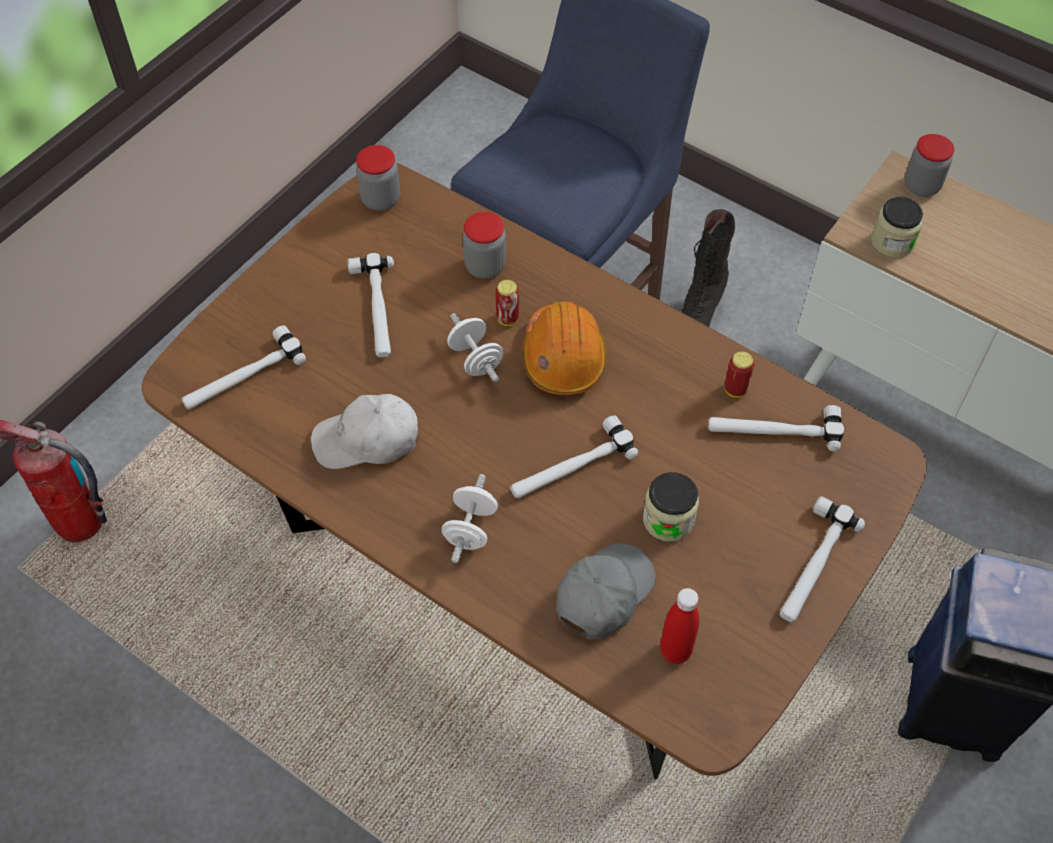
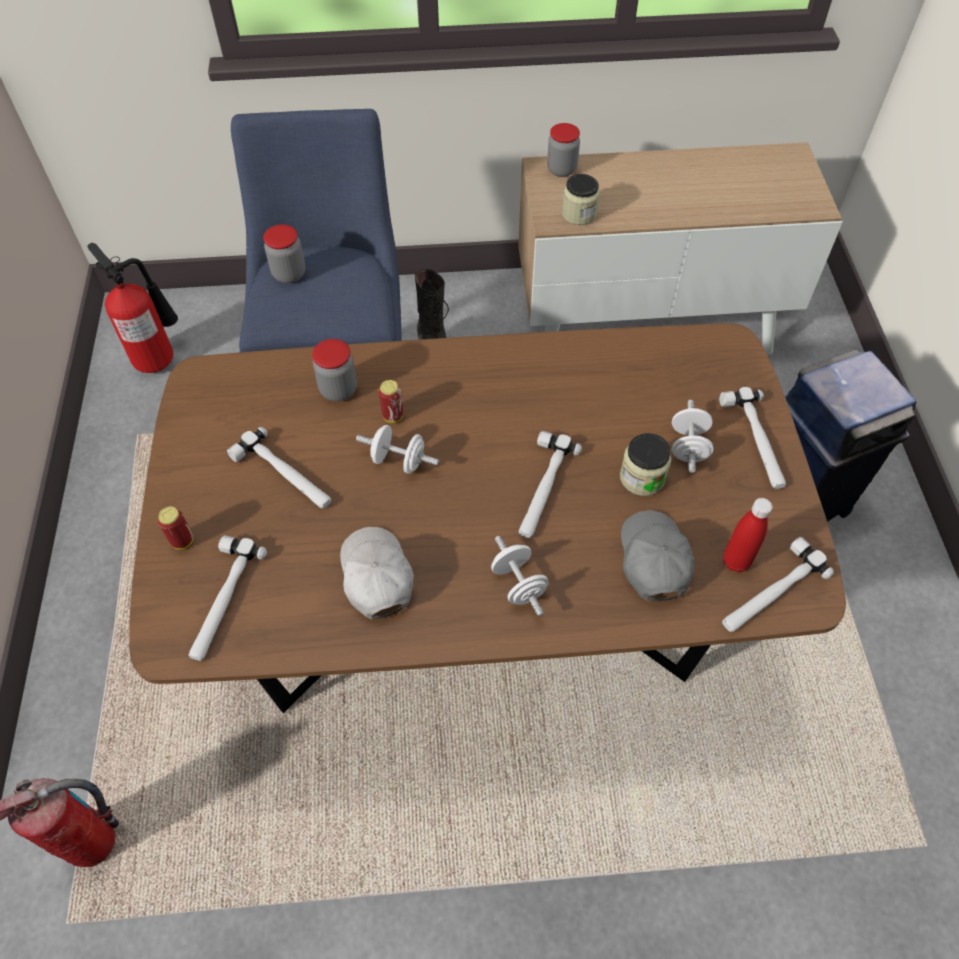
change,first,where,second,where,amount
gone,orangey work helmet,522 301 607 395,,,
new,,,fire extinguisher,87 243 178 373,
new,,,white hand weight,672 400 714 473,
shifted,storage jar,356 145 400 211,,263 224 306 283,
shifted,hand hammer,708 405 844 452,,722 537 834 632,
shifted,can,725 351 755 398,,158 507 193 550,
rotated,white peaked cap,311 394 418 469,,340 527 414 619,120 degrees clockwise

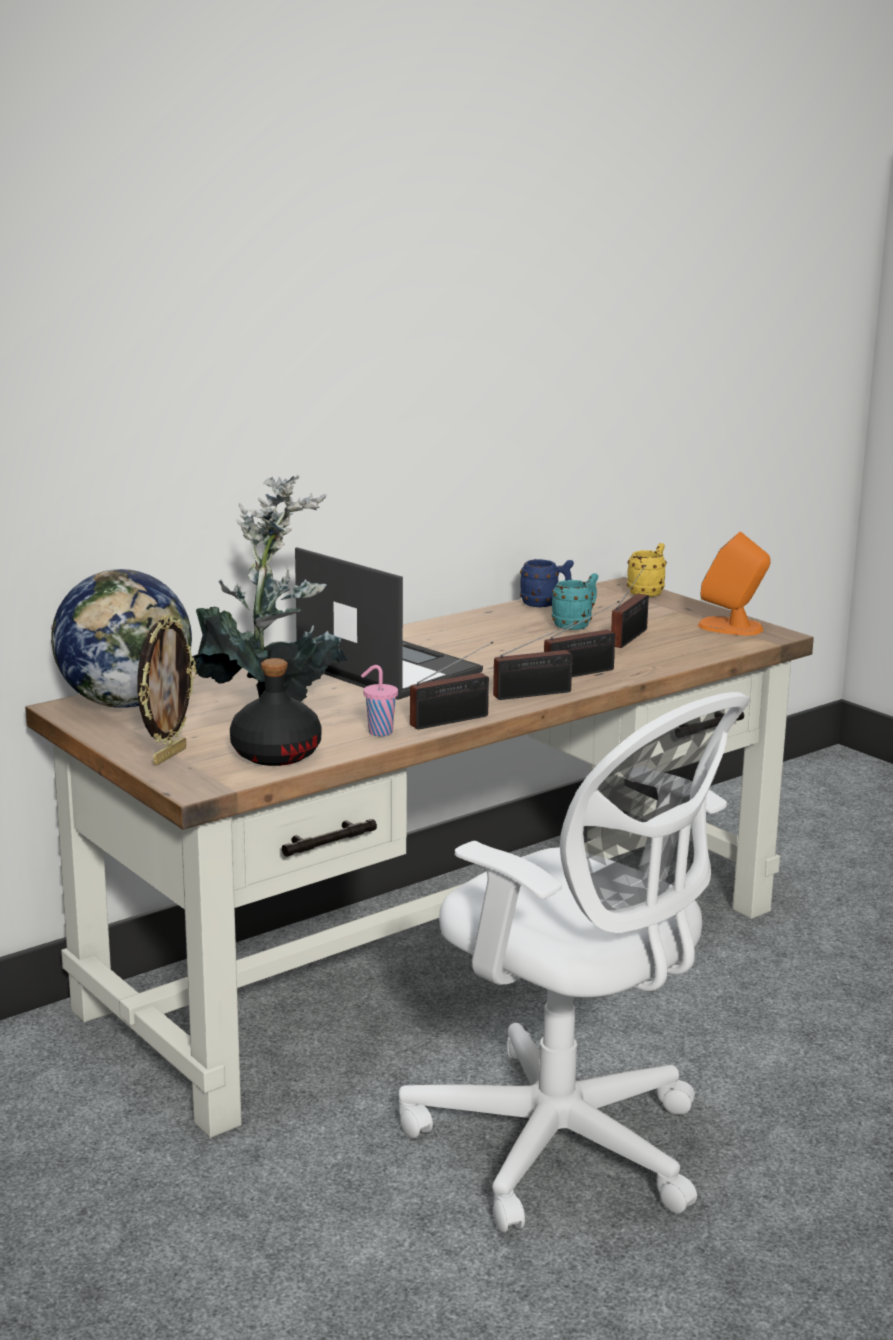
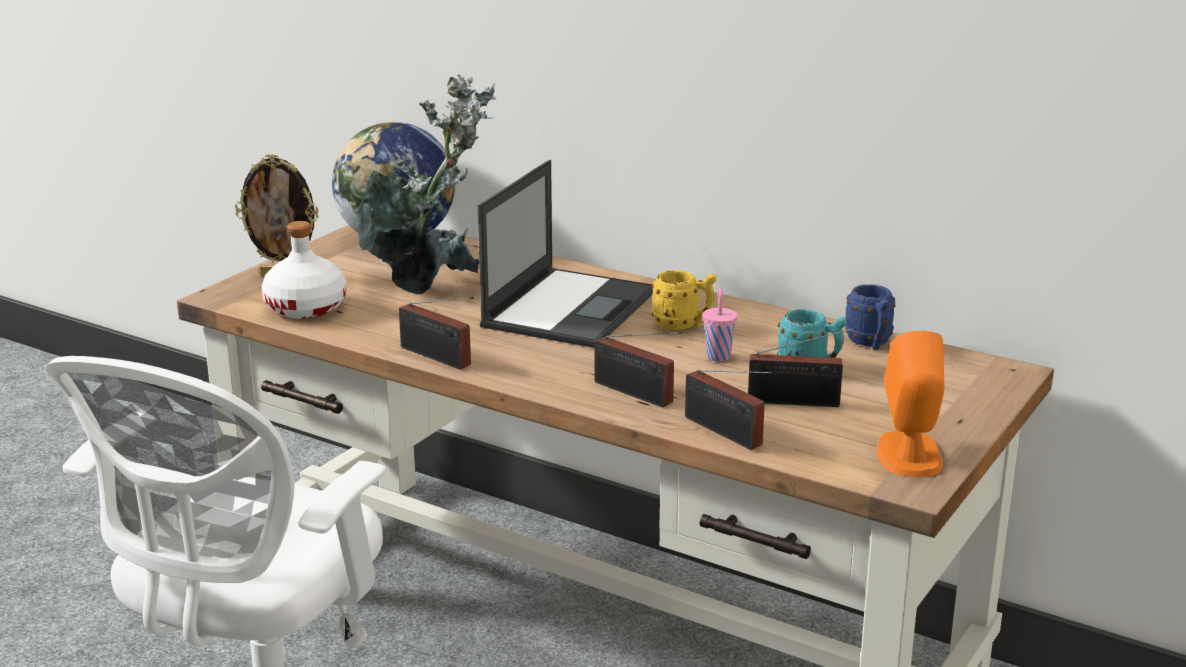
change,first,where,second,where,amount
shifted,pinkish small cup,361 665 398 736,,702 288 738 361,
shifted,radio set,493 621 579 700,,685 370 773 450,
shifted,yellow-coloured coffee mug,627 543 667 597,,651 270 717 330,
repainted,blackish drink bottle,230 658 322 766,white drink bottle,262 221 346 319,

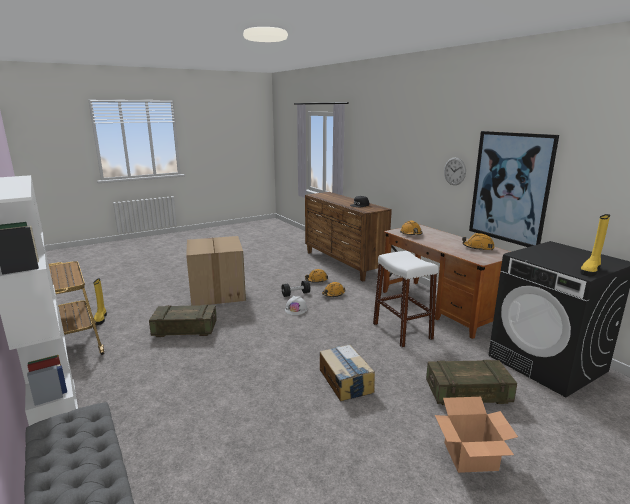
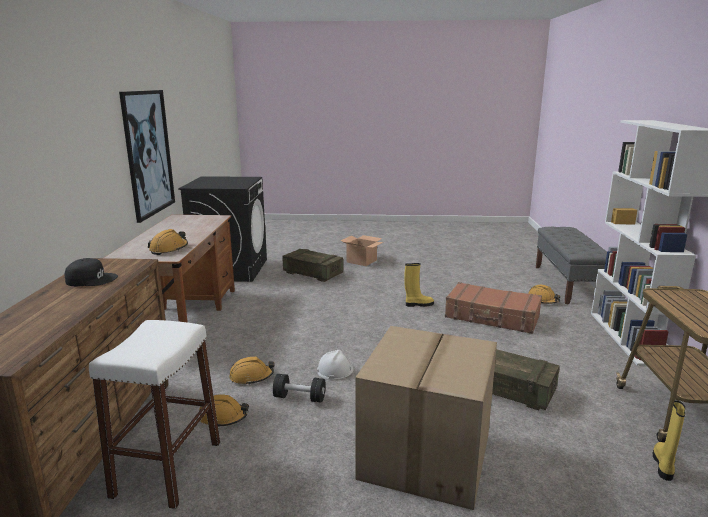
change,first,where,second,where,amount
gone,carton,320 345 375 401,,,
gone,clock on the wall,444 157 466 185,,,
new,,,brown suitcase,445 282 542 334,
shifted,white sitting stool,373 251 438 347,,89 320 220 509,
shifted,orangey work helmet,462 233 494 251,,528 285 560 304,
shifted,yellow-coloured tall boot,580 214 610 276,,404 263 434 307,

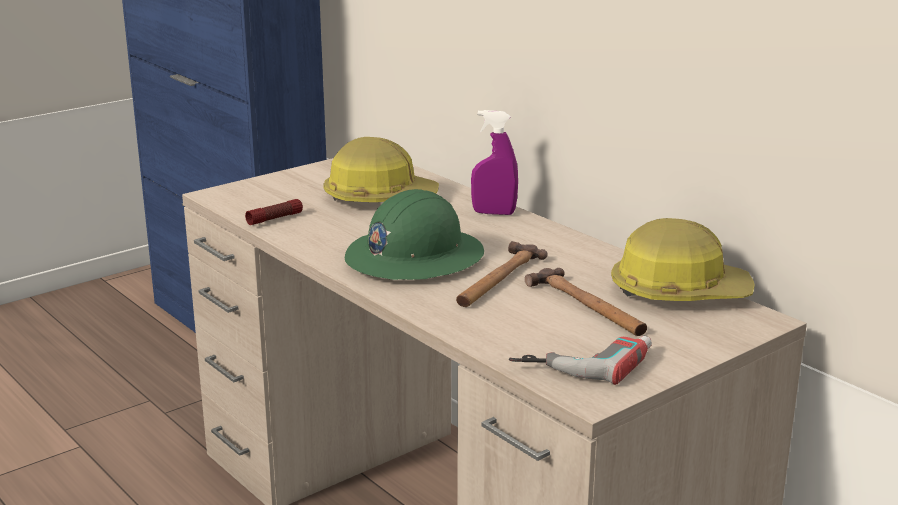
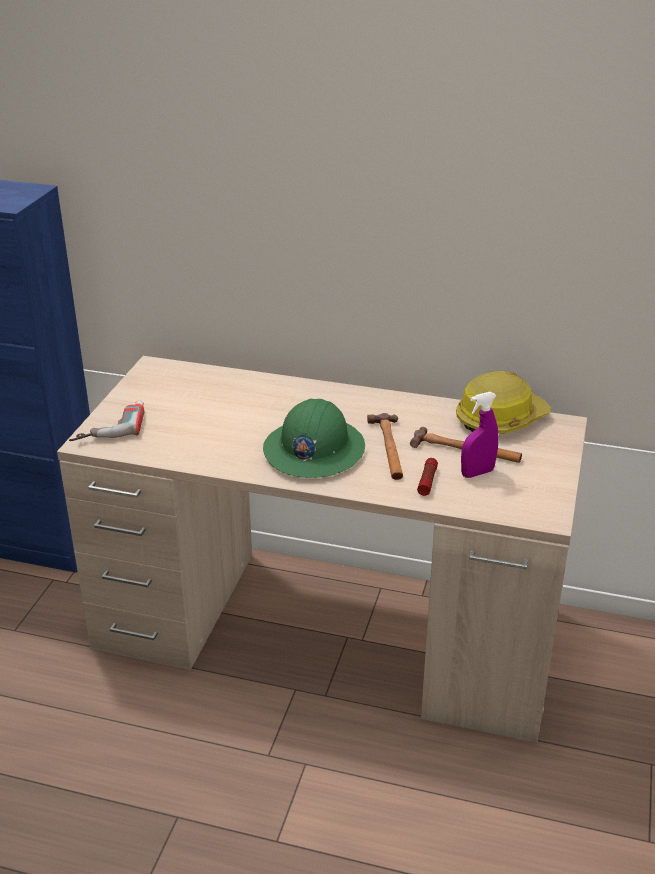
change,first,where,second,where,amount
gone,work helmet,323 137 439 202,,,
shifted,hand torch,245 199 303 225,,417 458 438 496,
shifted,purple hand sprayer,471 110 518 215,,461 392 498 478,
shifted,power drill,509 336 652 385,,69 400 144 441,

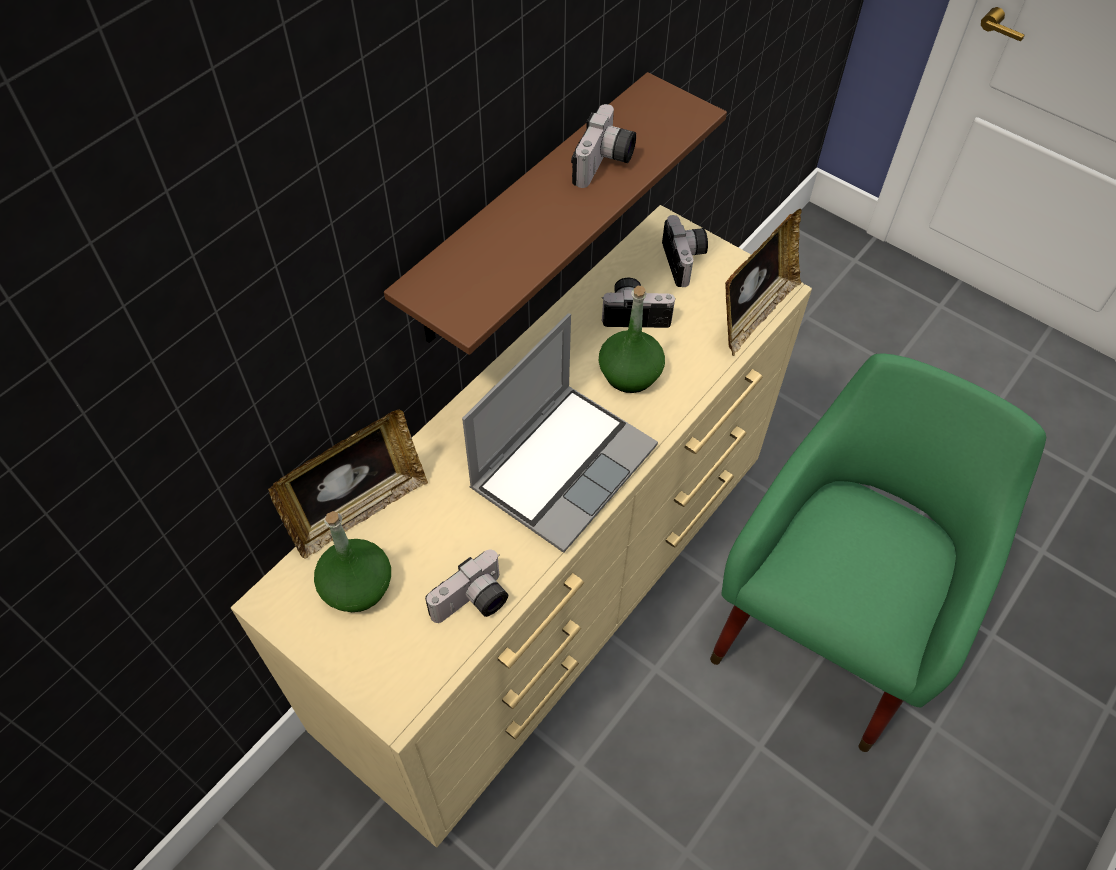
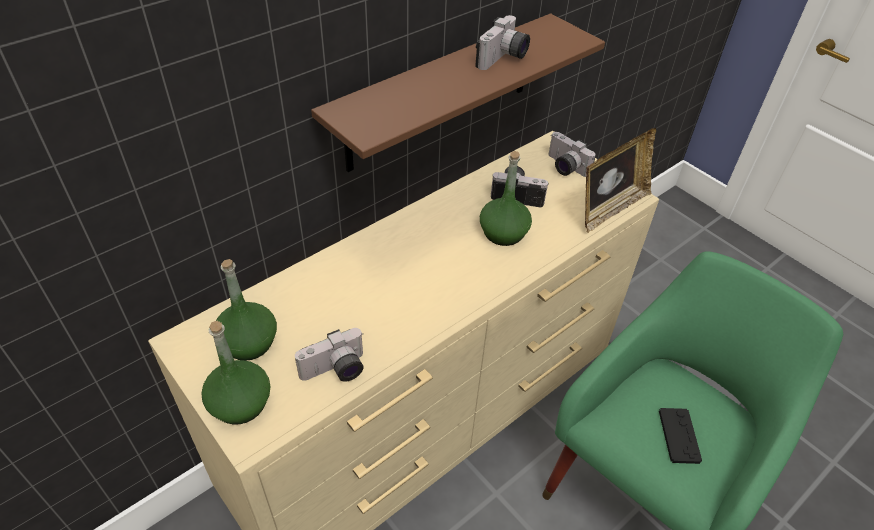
change,first,where,second,where,amount
gone,photo frame,268 409 428 559,,,
gone,laptop,462 313 658 553,,,
new,,,green-coloured drink bottle,201 321 271 425,
new,,,blackish joypad,659 408 702 464,
rotated,photo camera,662 215 708 287,,549 132 596 177,135 degrees clockwise

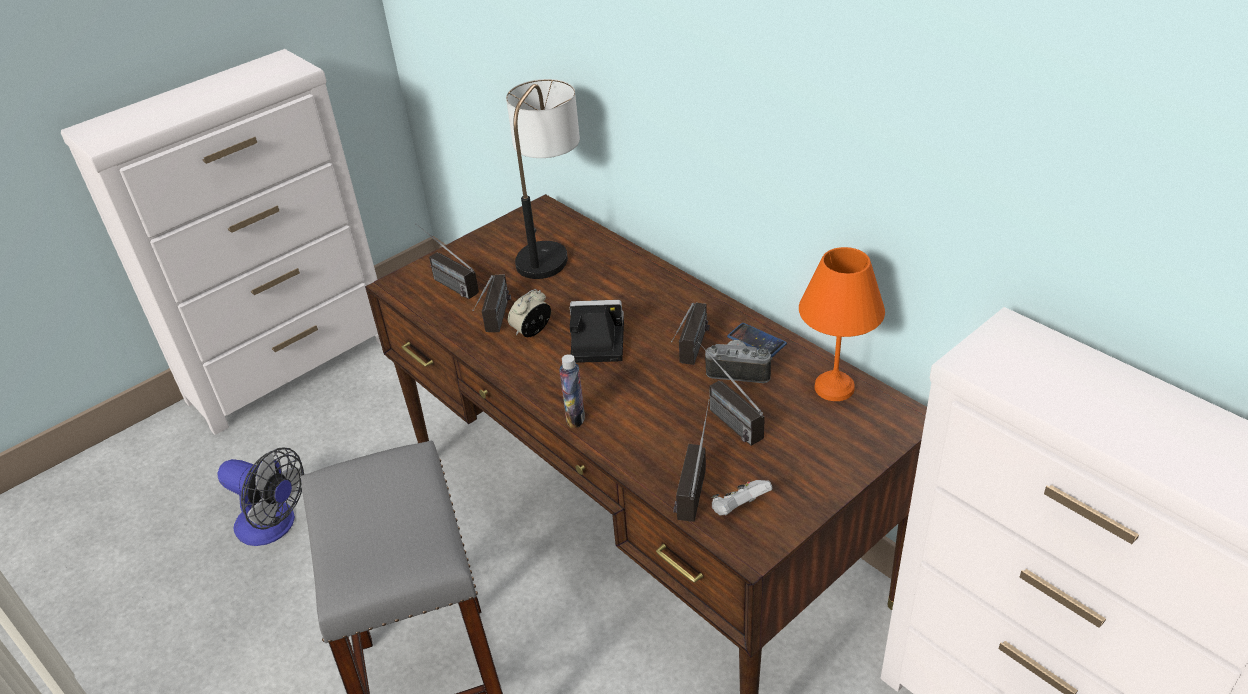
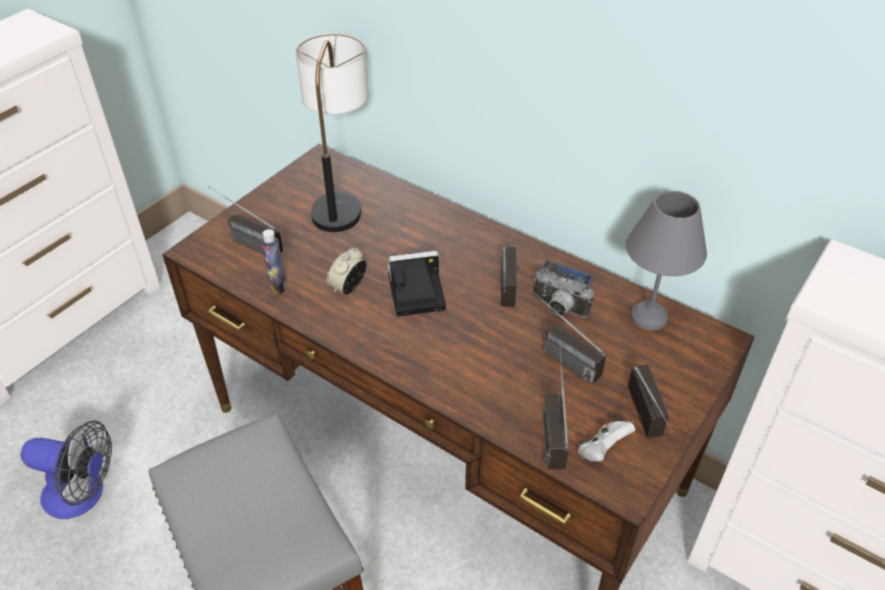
change,first,where,second,where,amount
shifted,radio set,472 275 511 332,,628 364 673 438,
shifted,drink bottle,560 354 585 428,,261 229 286 294,
repainted,orangey table lamp,799 247 885 401,grey table lamp,626 191 707 331,
rotated,photo camera,705 340 772 383,,534 268 593 318,150 degrees counterclockwise

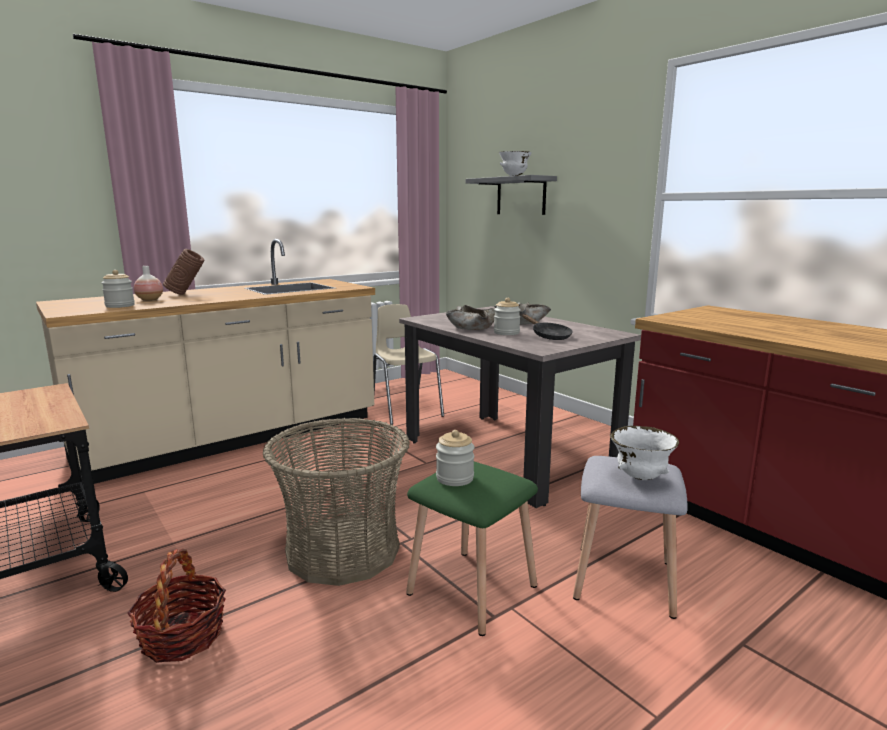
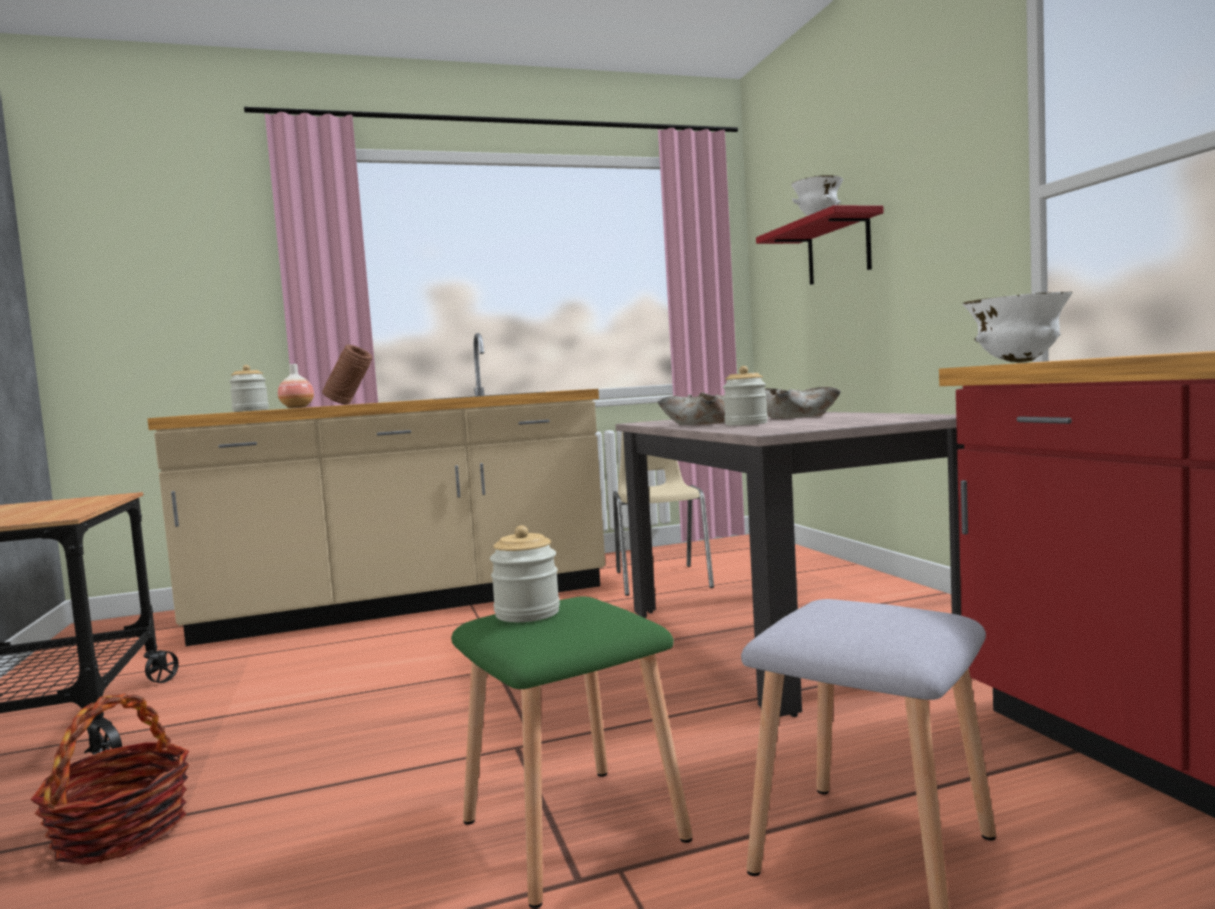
change,first,where,second,where,amount
gone,household basket,263 418 410 586,,,
gone,blackish pan,522 314 572 340,,,
shifted,white deep dish,610 426 679 480,,962 291 1072 363,
repainted,grey shelf,466 175 557 215,red shelf,756 205 884 285,

